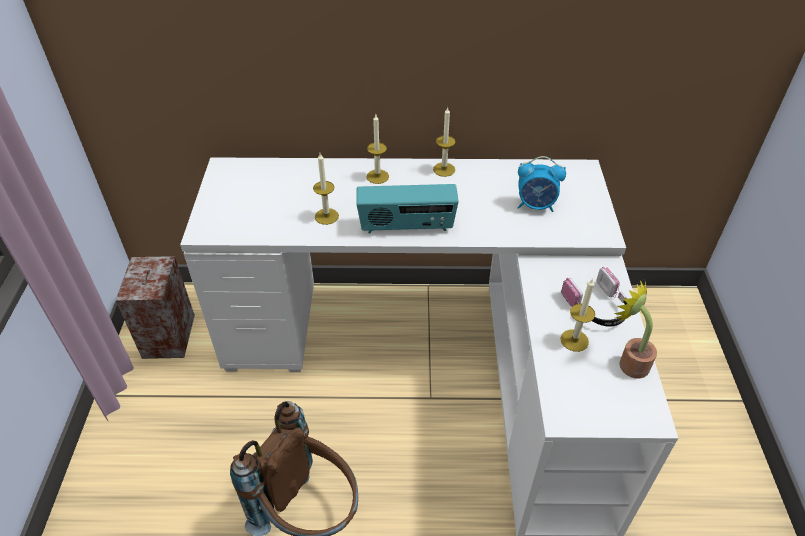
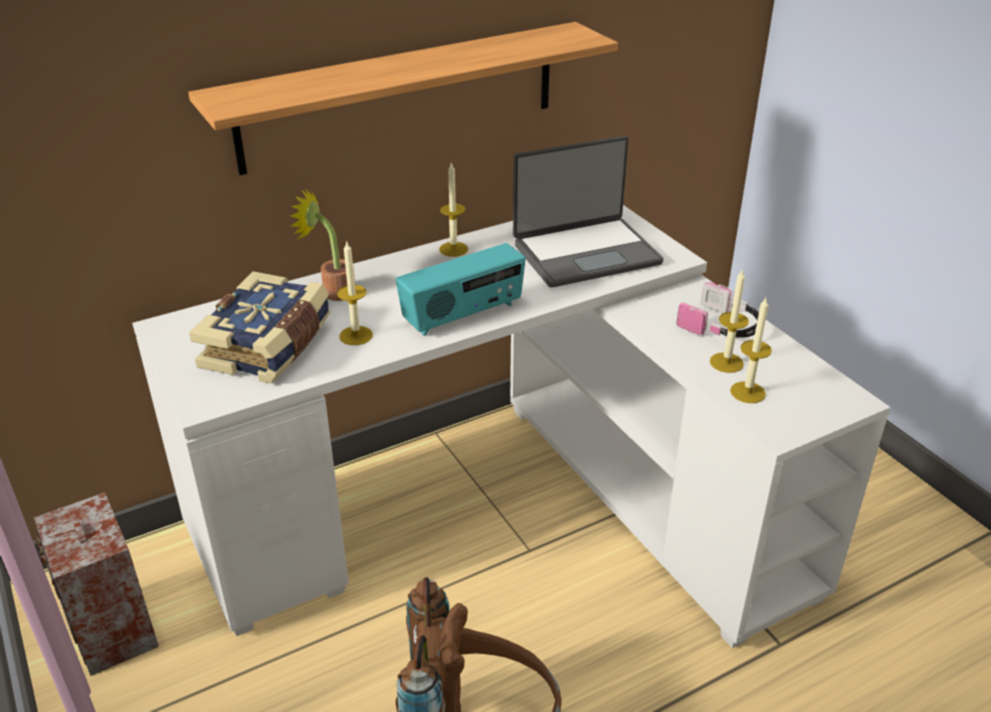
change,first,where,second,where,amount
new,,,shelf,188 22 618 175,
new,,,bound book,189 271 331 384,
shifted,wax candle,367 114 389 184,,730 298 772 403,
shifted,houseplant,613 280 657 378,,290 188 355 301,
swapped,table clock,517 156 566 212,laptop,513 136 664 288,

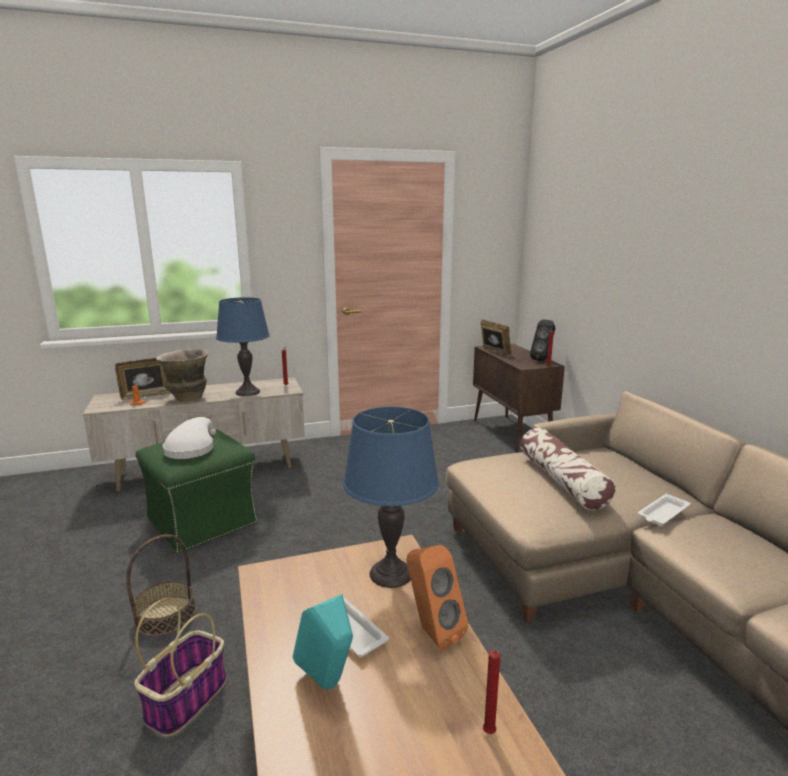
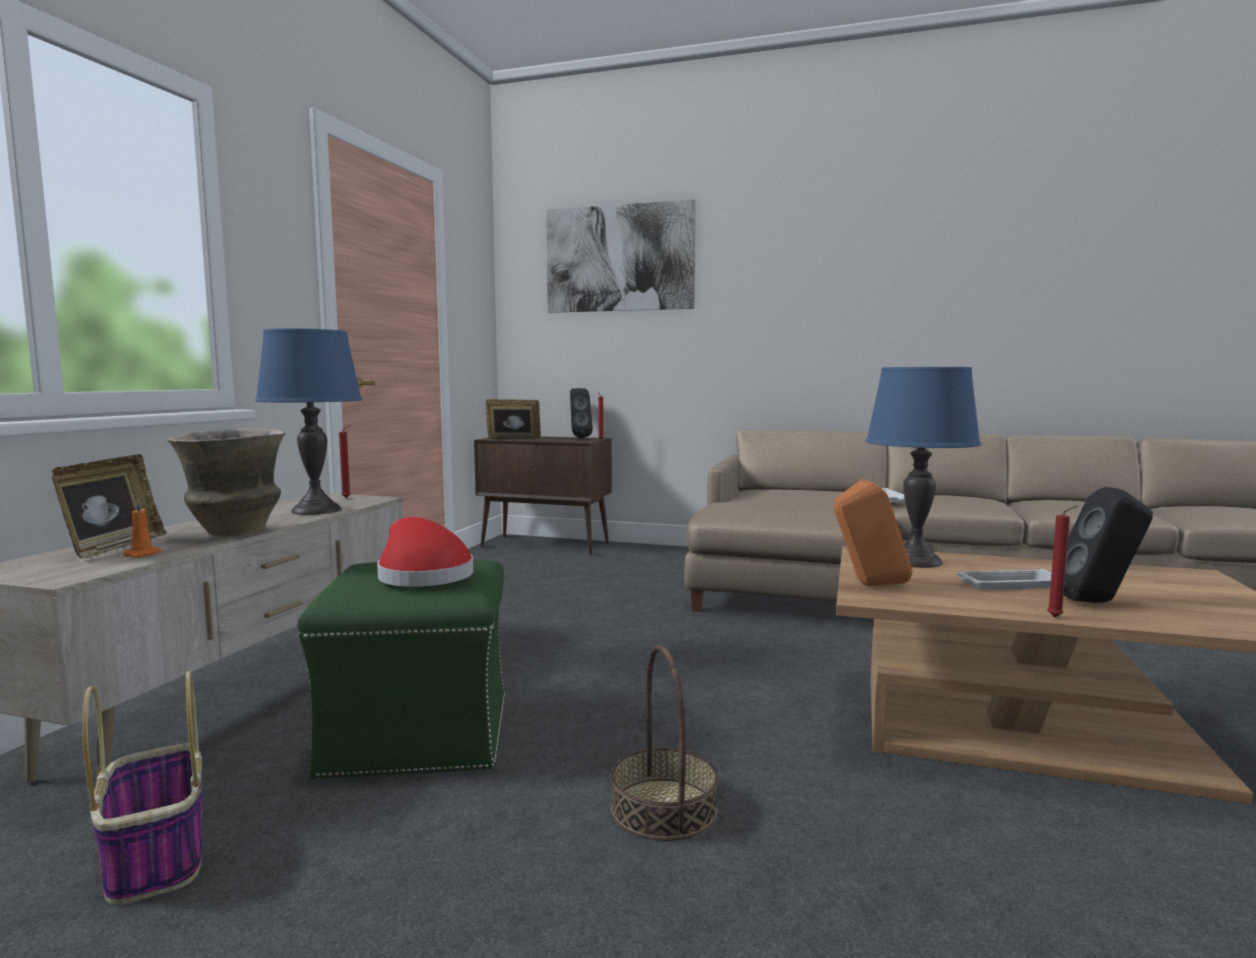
change,first,where,second,where,amount
gone,throw pillow,520 428 616 510,,,
new,,,wall art,546 199 696 313,
shifted,household basket,134 598 226 737,,82 671 203 905,
shifted,orangey speaker,406 545 468 650,,834 479 912 586,
shifted,red wax candle,483 650 500 734,,1047 505 1078 617,
repainted,white wearable hat,163 417 216 459,red wearable hat,377 517 474 587,
repainted,turquoise-coloured speaker,293 594 353 689,blackish speaker,1064 487 1153 603,

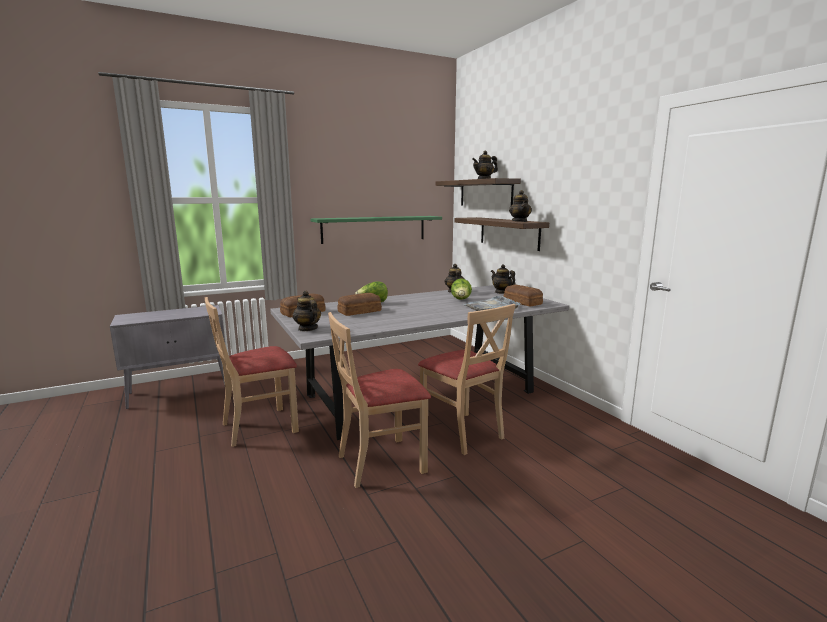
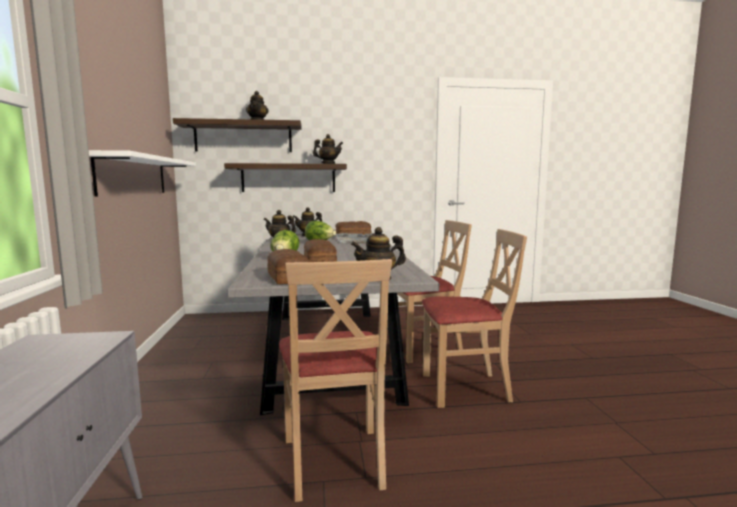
change,first,where,second,where,amount
repainted,green-coloured shelf,311 216 442 244,white shelf,89 150 196 197,
rotated,beige plain chair,328 312 431 488,,422 229 527 408,90 degrees counterclockwise

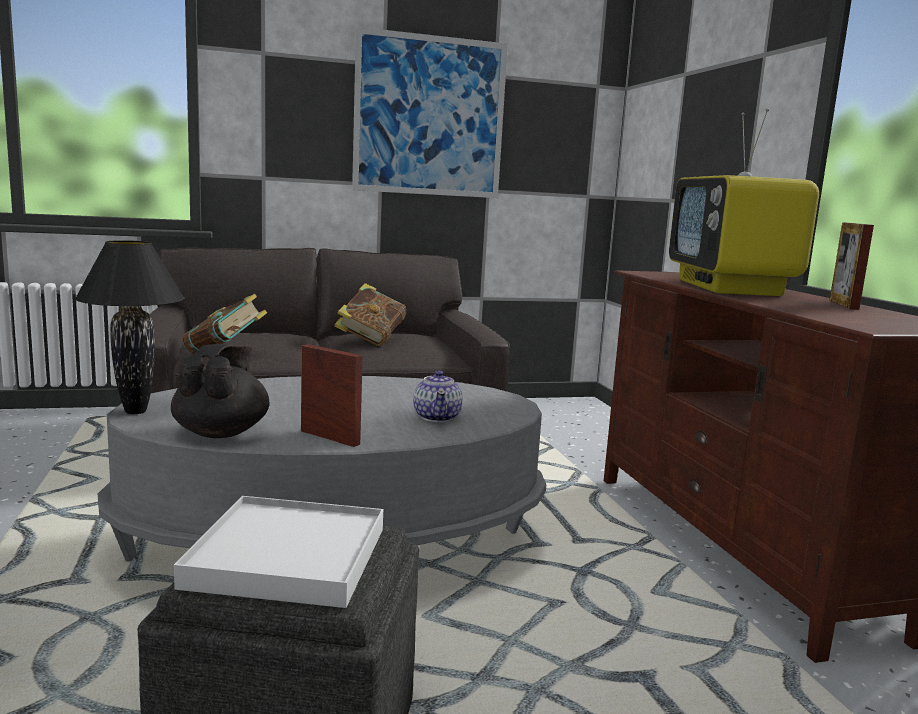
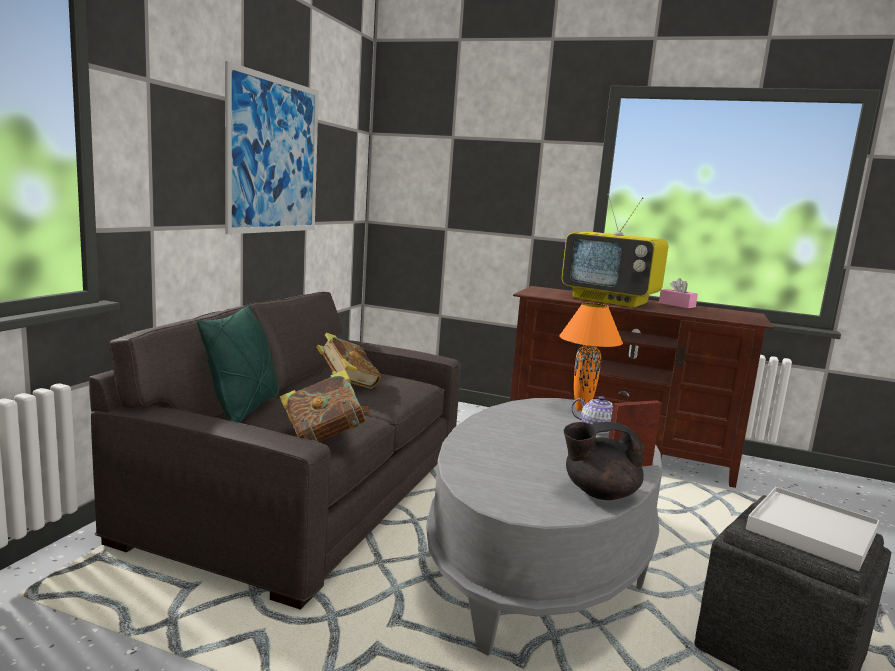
change,first,where,second,where,amount
gone,blackish table lamp,75 240 184 414,,,
new,,,green-coloured throw pillow,197 305 279 423,
new,,,orangey table lamp,559 303 623 411,
swapped,photo frame,829 222 874 310,pinkish box of tissues,659 278 698 308,
rotated,blackish teapot,171 344 270 438,,563 422 644 500,45 degrees counterclockwise

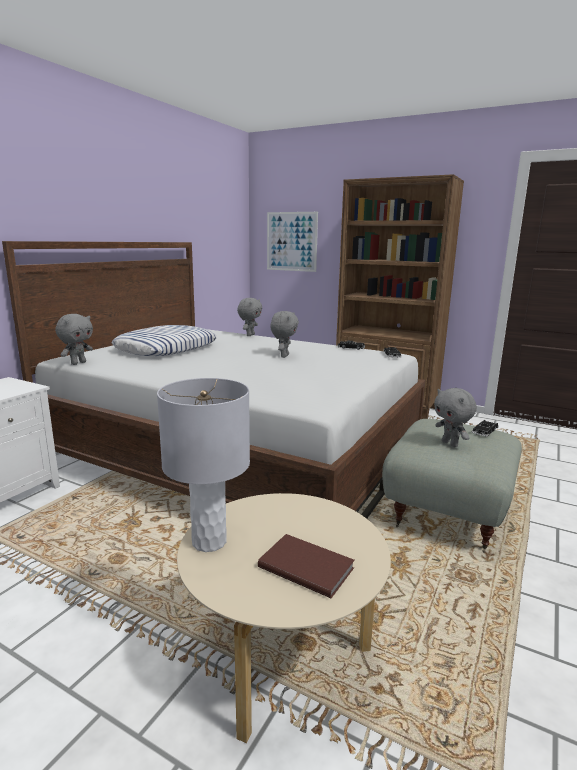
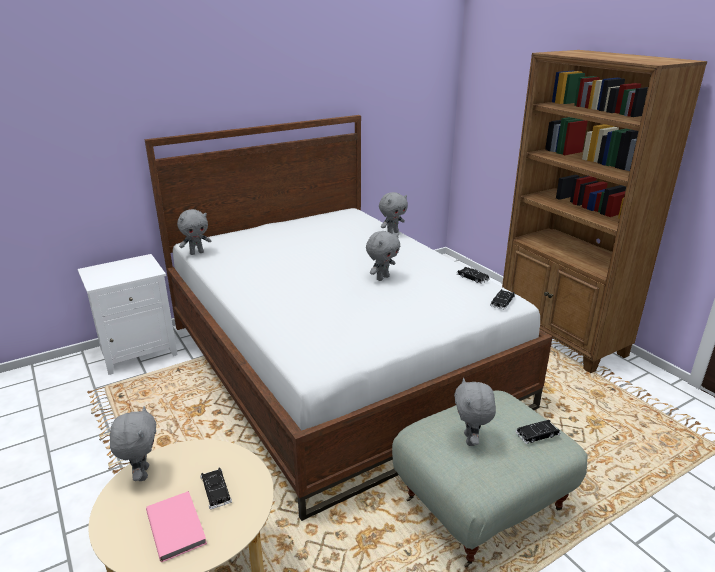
change,first,where,second,where,amount
gone,throw pillow,111 325 217 356,,,
gone,wall art,267 212 318 272,,,
new,,,blackish toy car,200 467 232 509,
swapped,grey table lamp,157 378 250 552,grey plush toy,110 406 156 481,
repainted,brown bound book,258 534 355 598,pinkish bound book,146 491 207 562,

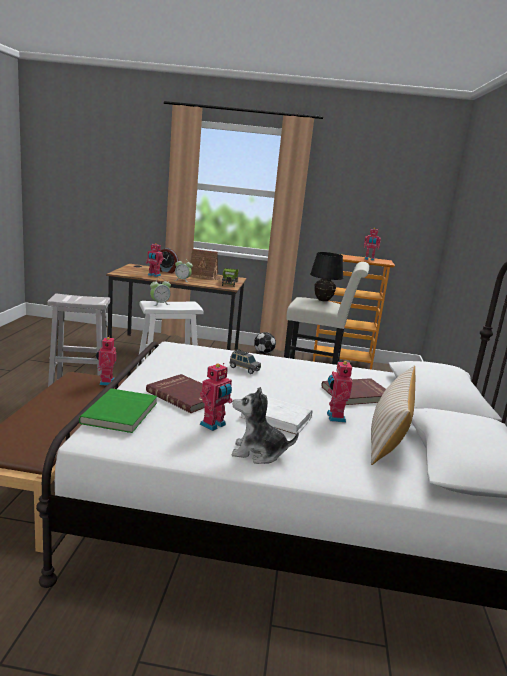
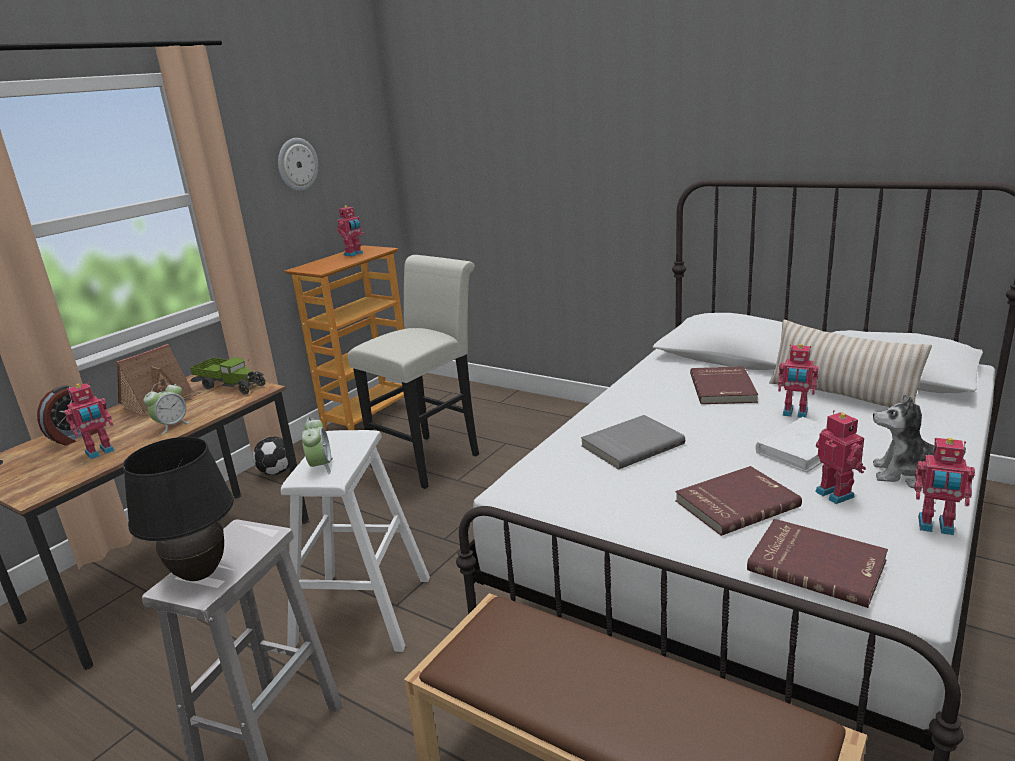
change,first,where,second,where,amount
new,,,clock on the wall,278 138 319 191,
shifted,model robot,96 336 116 386,,915 438 975 535,
shifted,blackish table lamp,310 252 344 302,,123 437 234 581,
swapped,grey toy car,229 350 261 374,grey bound book,581 415 685 470,
repainted,green-coloured bound book,79 388 157 433,red bound book,747 519 888 608,
rotated,plush toy,232 387 299 464,,873 394 966 488,75 degrees clockwise

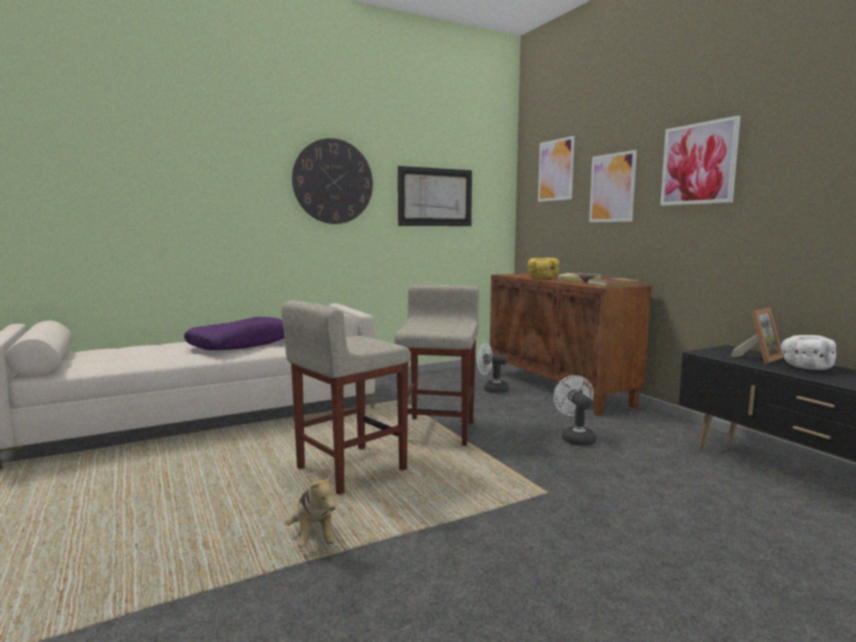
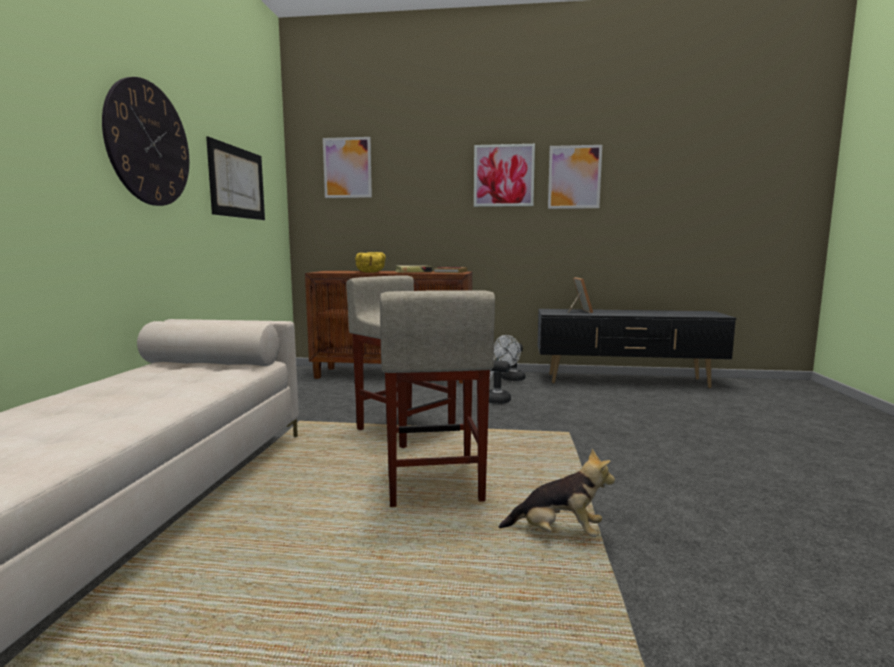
change,first,where,second,where,amount
gone,purple throw pillow,184 317 284 350,,,
gone,white deep dish,781 335 836 370,,,
shifted,white cooling fan,477 343 509 393,,494 335 526 381,
shifted,wall art,589 150 637 222,,548 145 602 209,

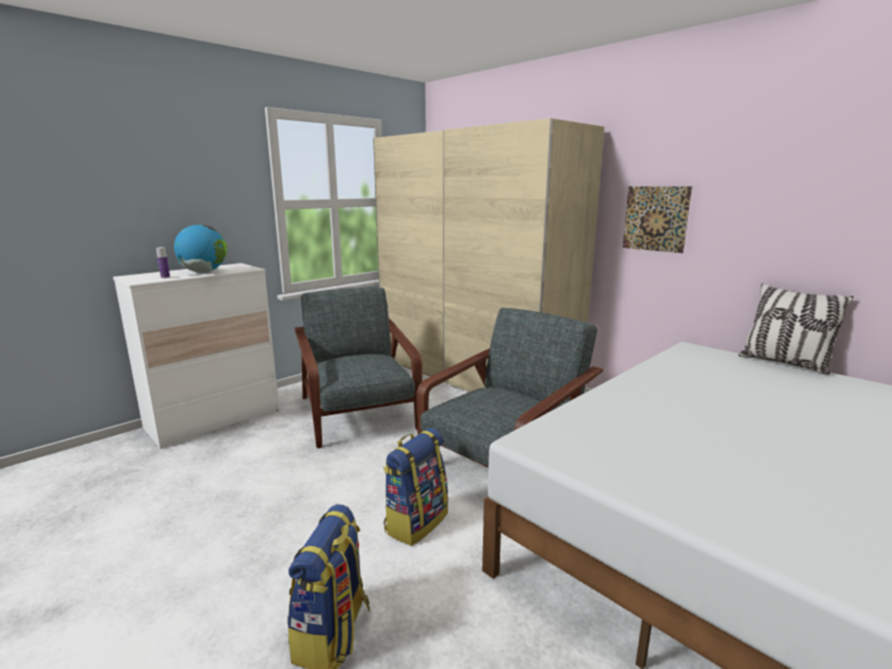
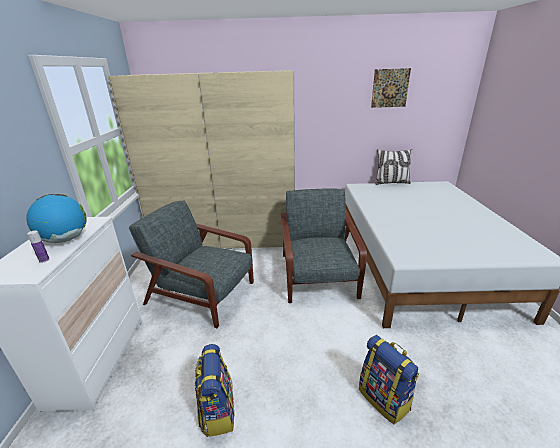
change,first,where,second,where,amount
shifted,knapsack,384 428 448 546,,195 344 235 437,
shifted,wall art,623 186 692 253,,371 68 411 108,

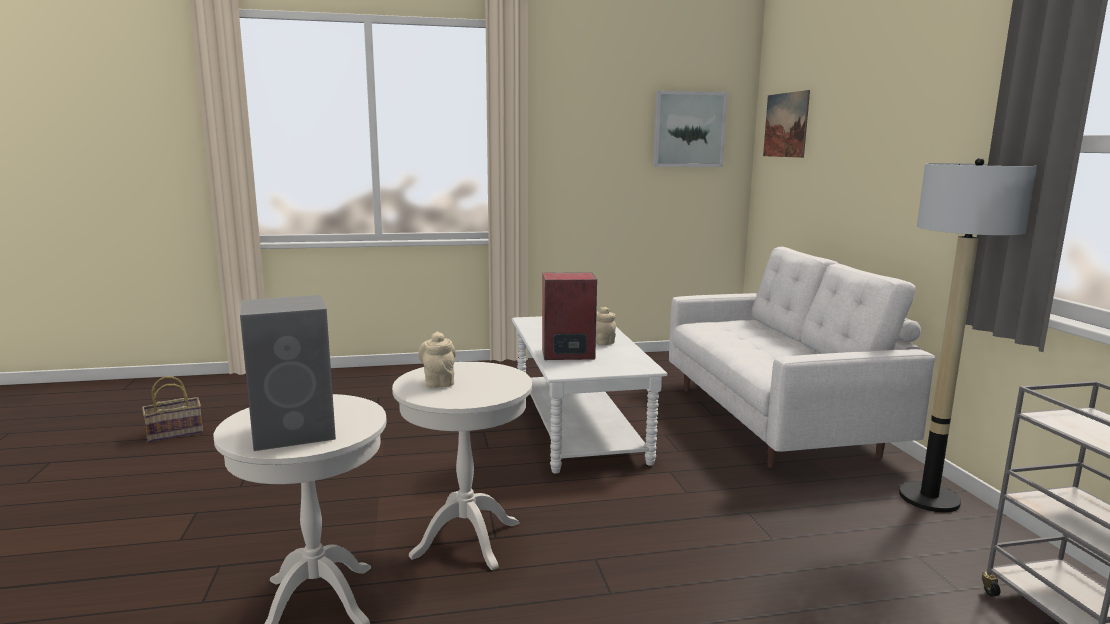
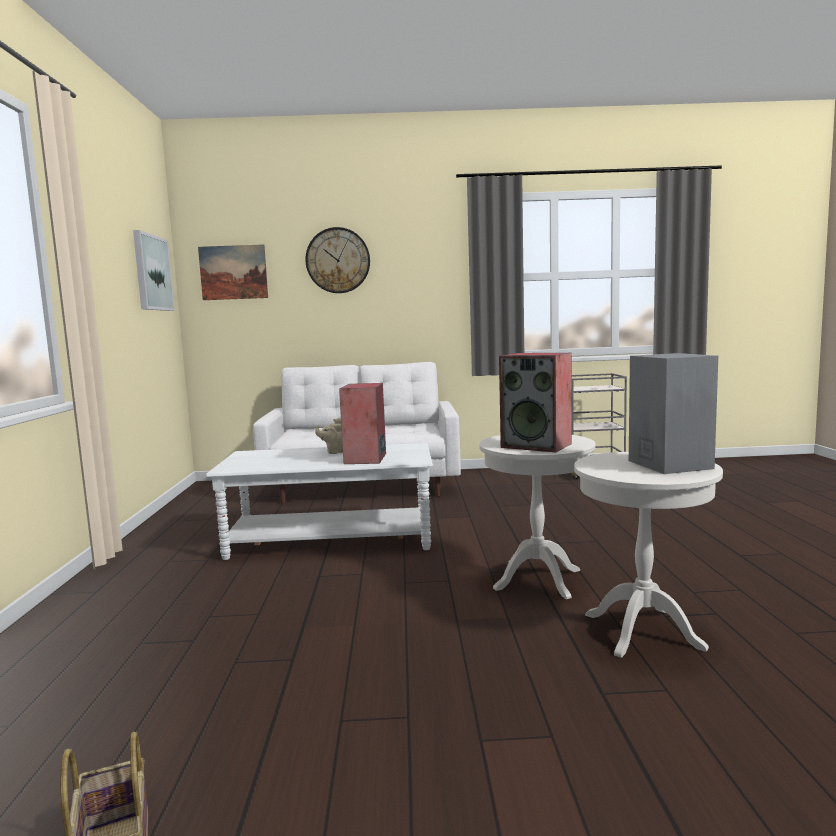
change,first,where,second,where,amount
gone,floor lamp,899 158 1037 512,,,
new,,,clock on the wall,305 227 370 293,
swapped,beige teapot,418 331 456 388,speaker,499 353 572 452,

